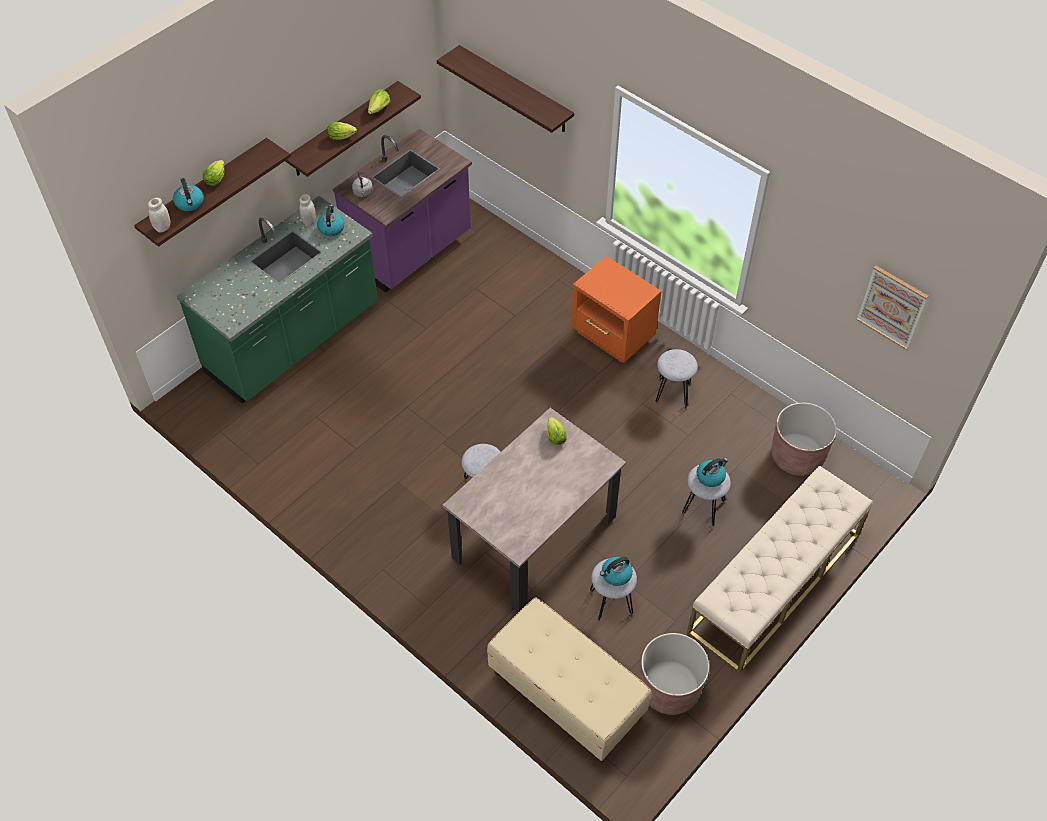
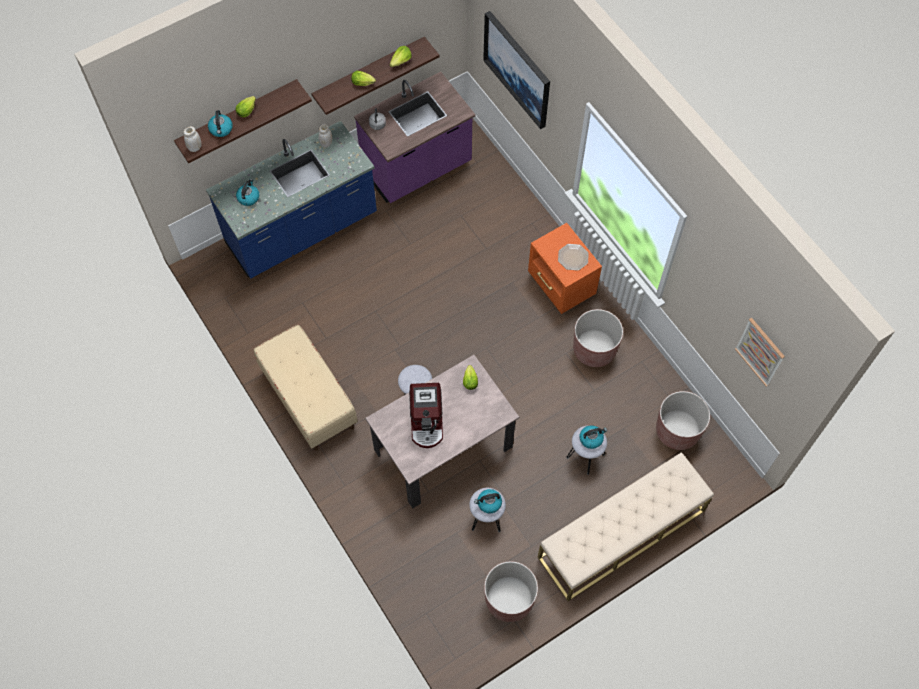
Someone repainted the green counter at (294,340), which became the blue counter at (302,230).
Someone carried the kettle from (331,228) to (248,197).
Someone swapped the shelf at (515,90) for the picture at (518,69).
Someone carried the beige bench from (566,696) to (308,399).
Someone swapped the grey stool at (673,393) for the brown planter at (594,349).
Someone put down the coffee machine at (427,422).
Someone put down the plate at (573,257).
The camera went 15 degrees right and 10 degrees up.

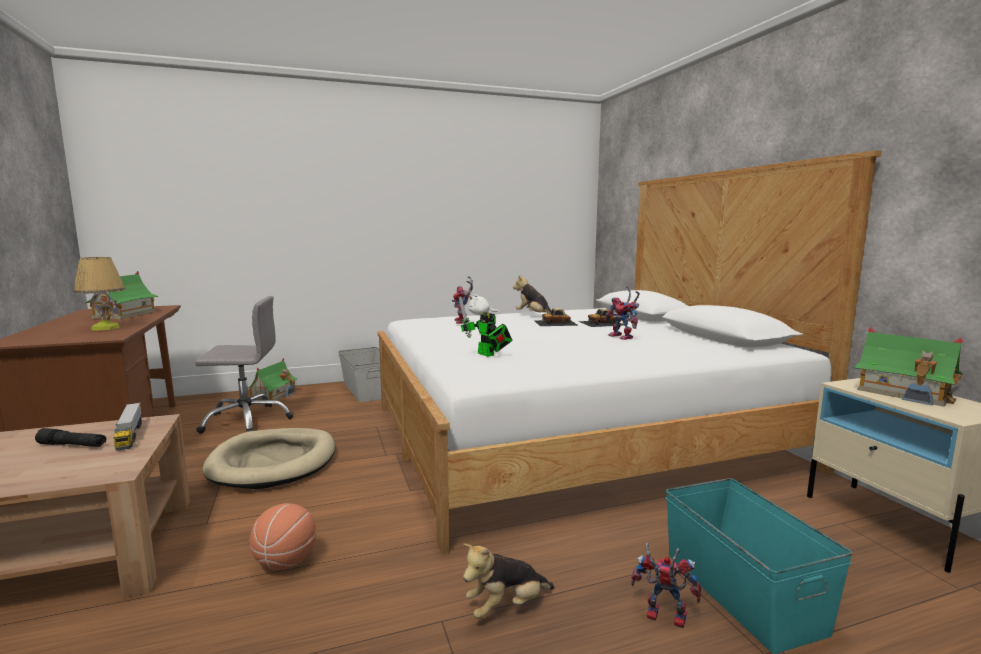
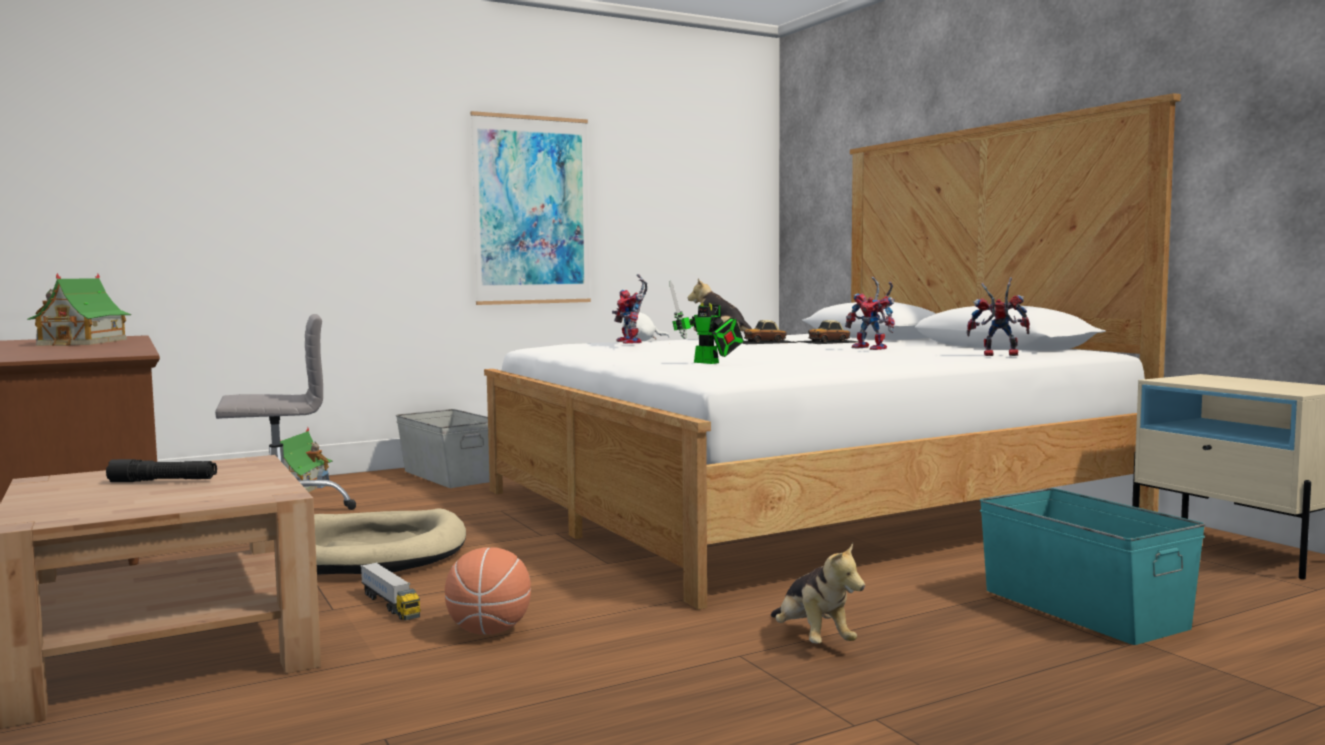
Someone took away the table lamp at (105,328).
Someone carried the toy truck from (130,435) to (390,605).
Someone rotated the plush toy at (506,607) by 75 degrees counterclockwise.
Someone carried the toy robot from (662,617) to (997,355).
Someone took away the toy house at (904,393).
Someone put up the picture at (531,210).
The camera went 10 degrees left and 5 degrees down.

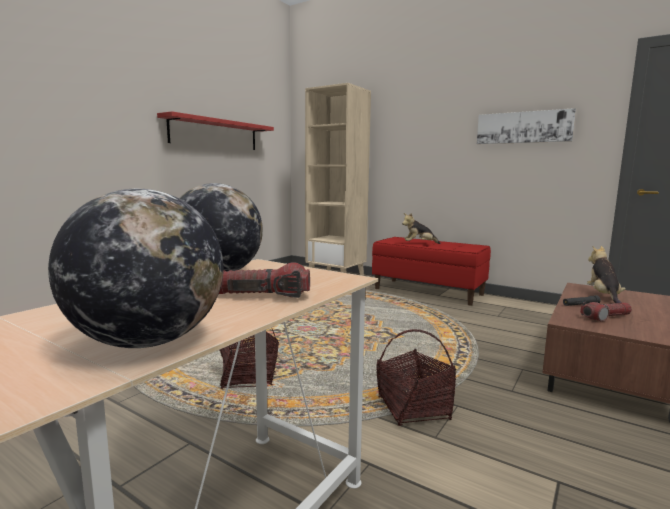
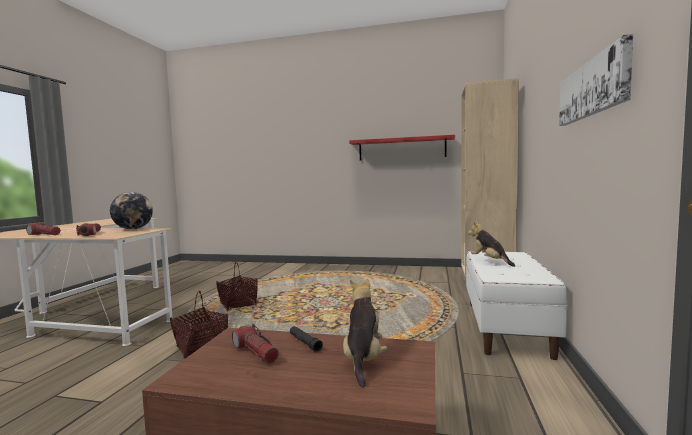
Someone swapped the globe at (147,342) for the flashlight at (44,235).
Someone repainted the red bench at (428,291), which became the white bench at (506,327).
Someone rotated the plush toy at (603,296) by 75 degrees counterclockwise.
The camera went 70 degrees right and 5 degrees down.

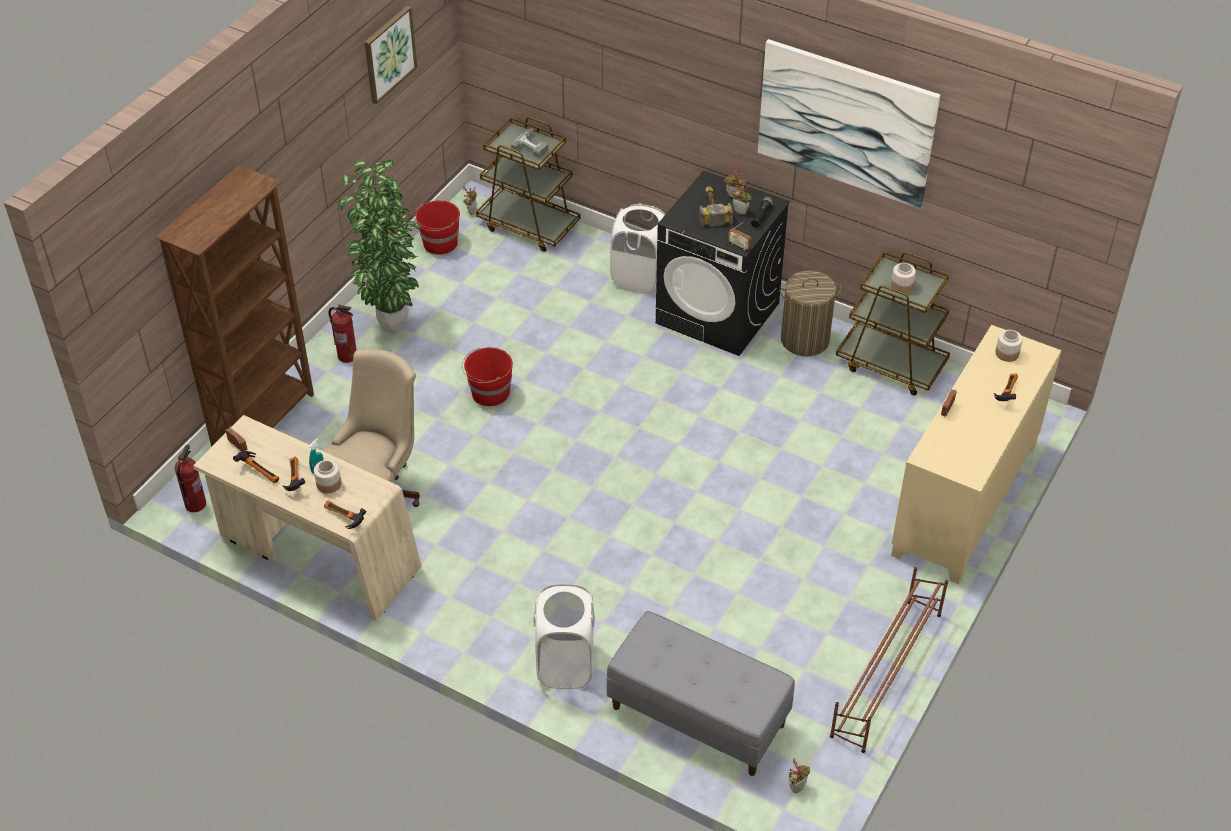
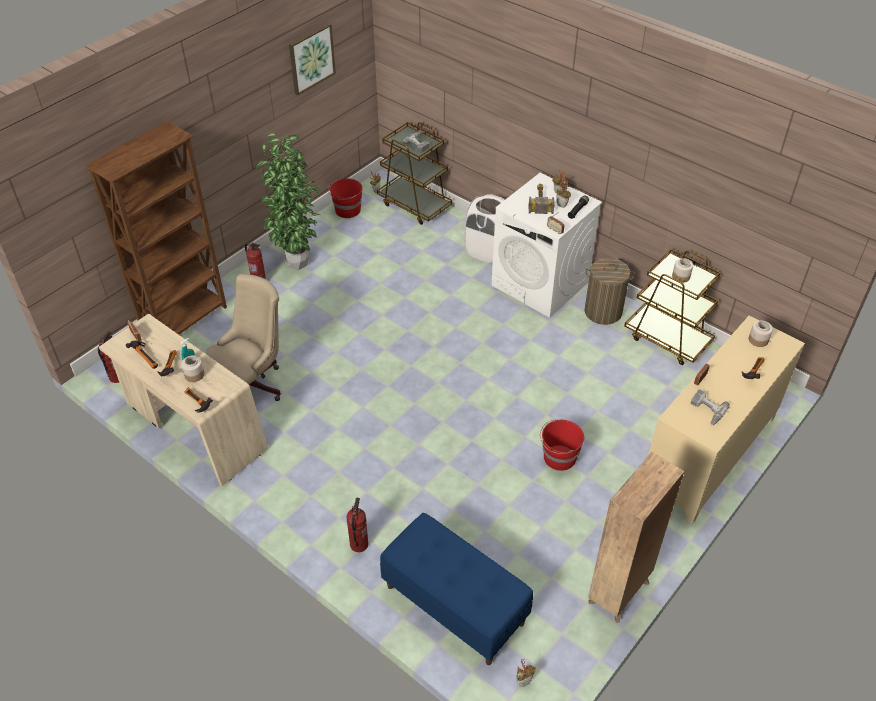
Someone carried the red bucket from (489,393) to (559,458).
Someone swapped the white laundry basket at (565,664) for the fire extinguisher at (358,544).
Someone repainted the grey bench at (697,716), which became the blue bench at (453,605).
Someone repainted the black washing machine at (718,313), which became the white washing machine at (540,284).
Someone took away the picture at (846,123).
Someone swapped the brown shoe rack at (885,674) for the brown bookcase at (617,593).
Someone put down the power drill at (706,411).
The camera went 10 degrees right and 0 degrees up.

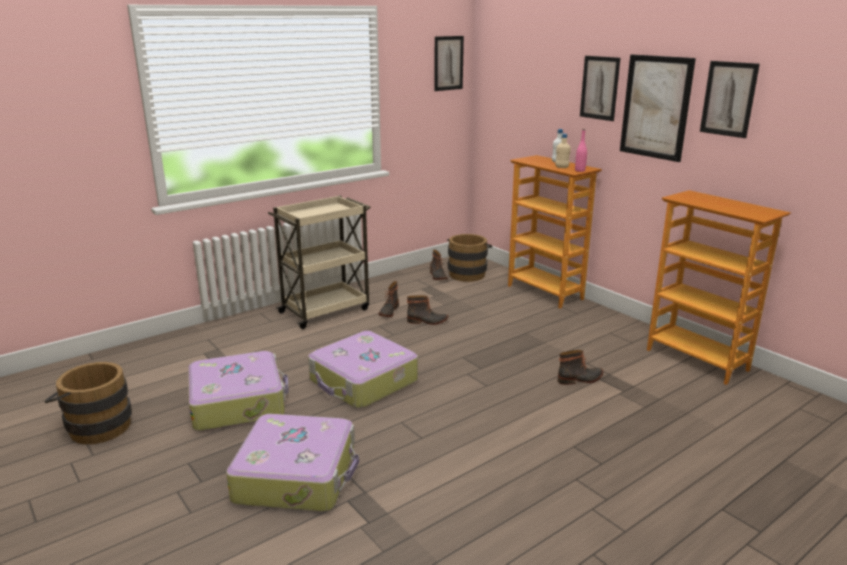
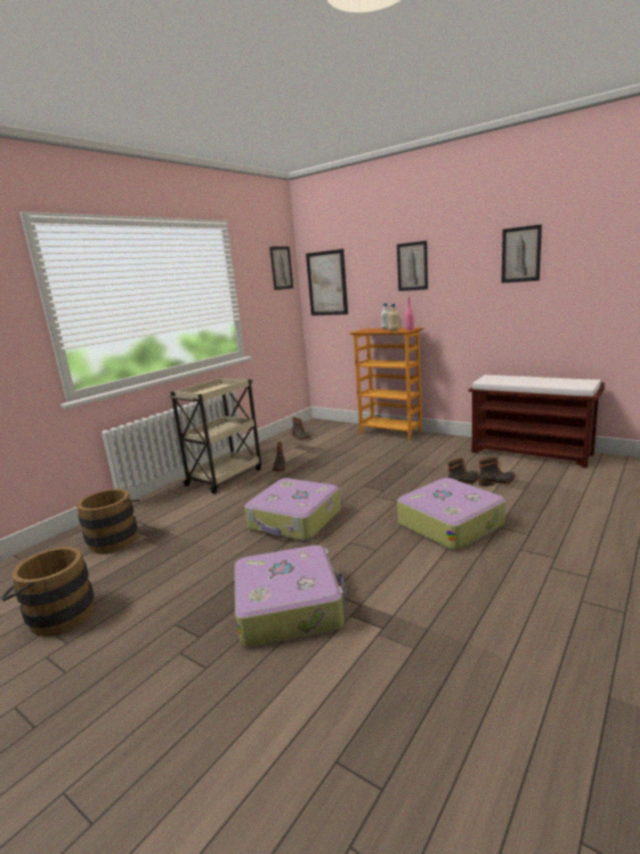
Someone carried the suitcase from (238,402) to (450,524).
Someone carried the boot from (427,321) to (497,481).
Someone carried the brown bucket from (468,273) to (115,539).
Someone carried the picture from (655,107) to (327,283).
Someone swapped the bookcase at (697,360) for the brown bench at (532,453).
The camera went 15 degrees left and 5 degrees down.

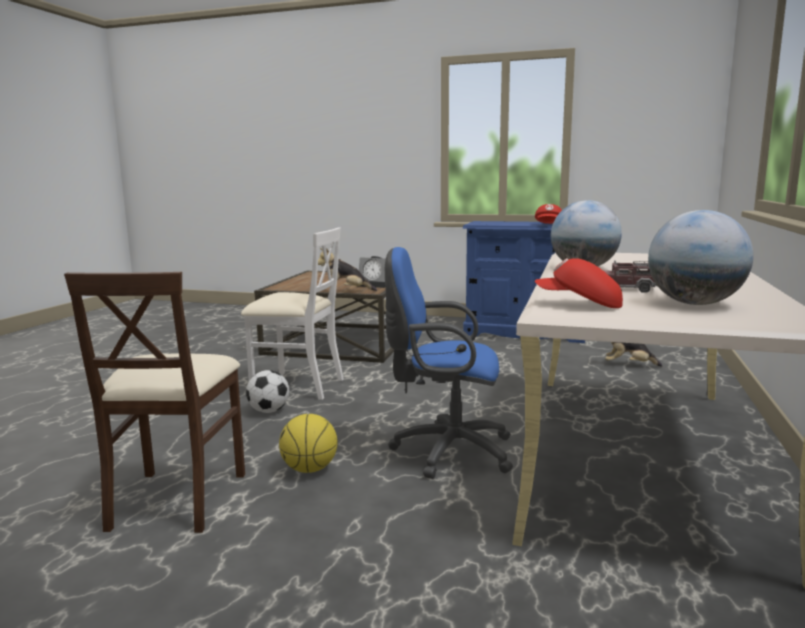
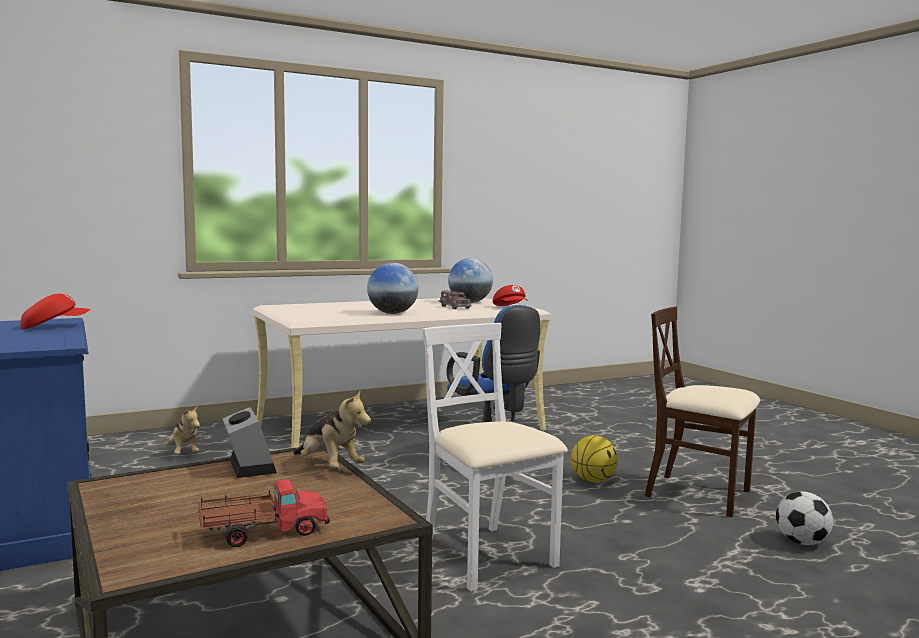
Someone rotated the beige chair at (177,499) by 105 degrees counterclockwise.
Someone carried the football from (269,411) to (802,542).
Someone put down the toy truck at (262,532).
The camera went 135 degrees left and 5 degrees down.

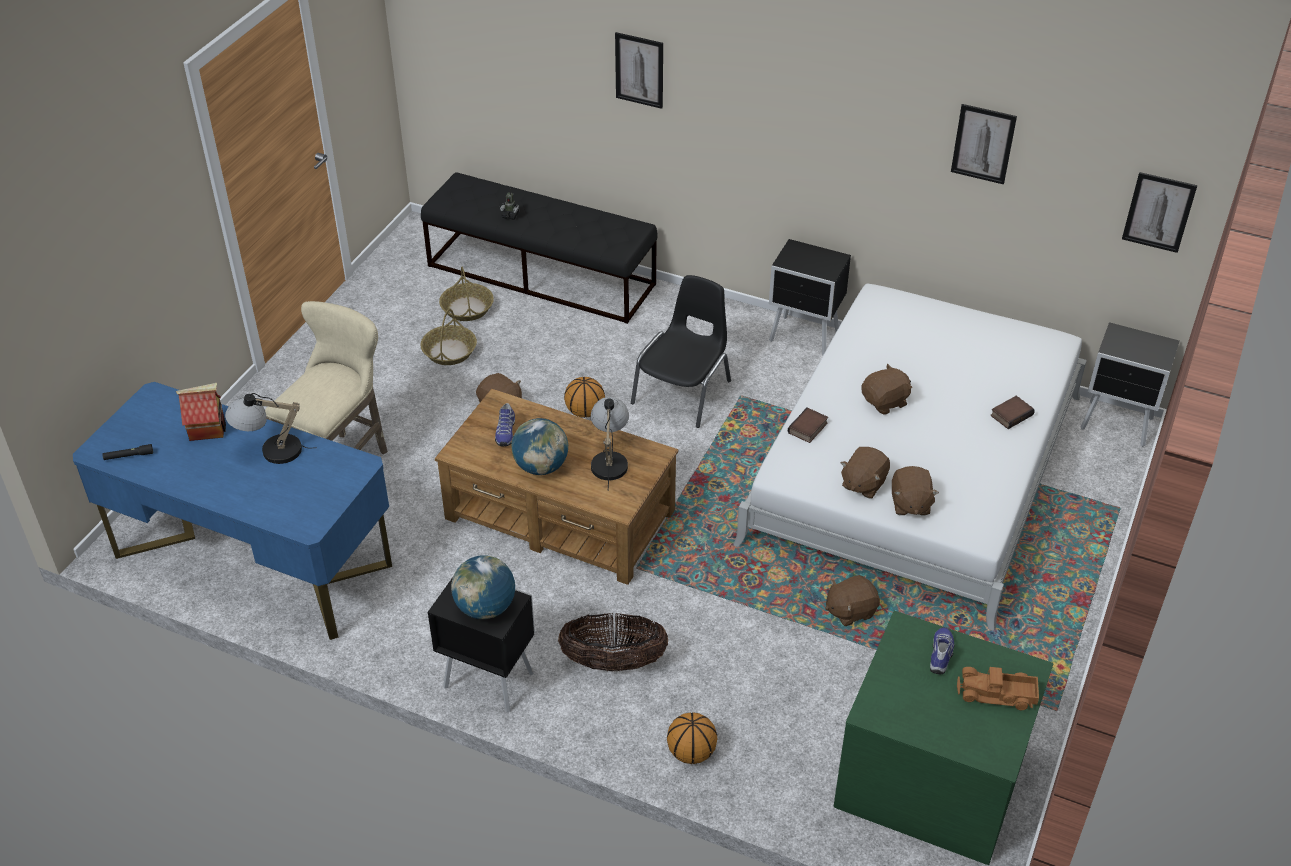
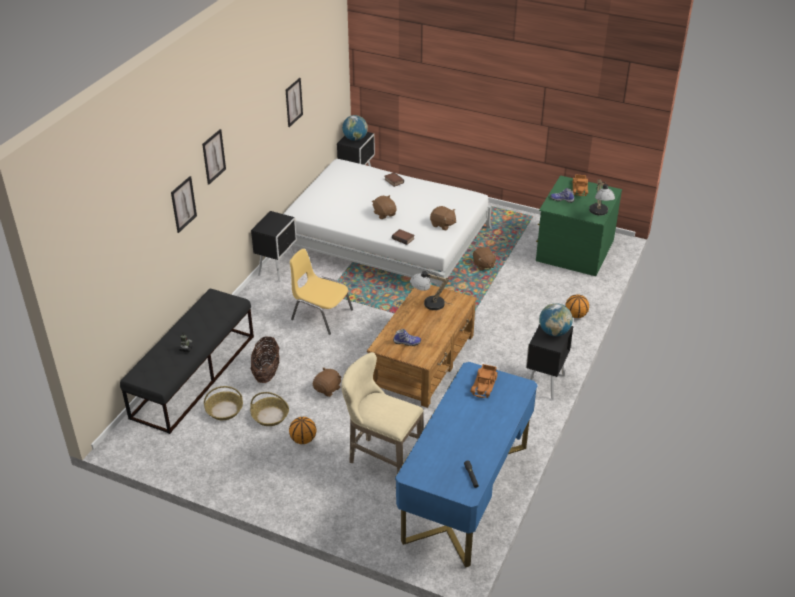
Someone took away the toy house at (208,429).
Someone carried the table lamp from (271,451) to (600,213).
Someone carried the globe from (541,467) to (355,139).
Someone carried the basket from (613,662) to (266,372).
Someone carried the basketball from (584,412) to (303,440).
Someone repainted the black chair at (683,392), which became the yellow chair at (321,314).
Someone took away the brown plush toy at (910,504).
Someone carried the picture from (1158,212) to (213,156).
Someone put down the toy truck at (485,385).
The camera went 90 degrees left and 5 degrees down.

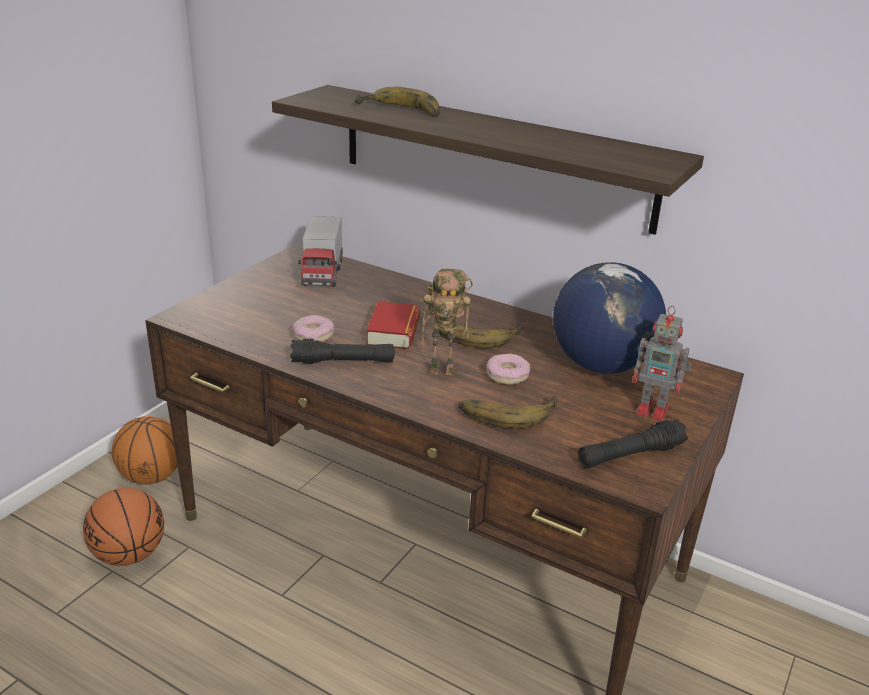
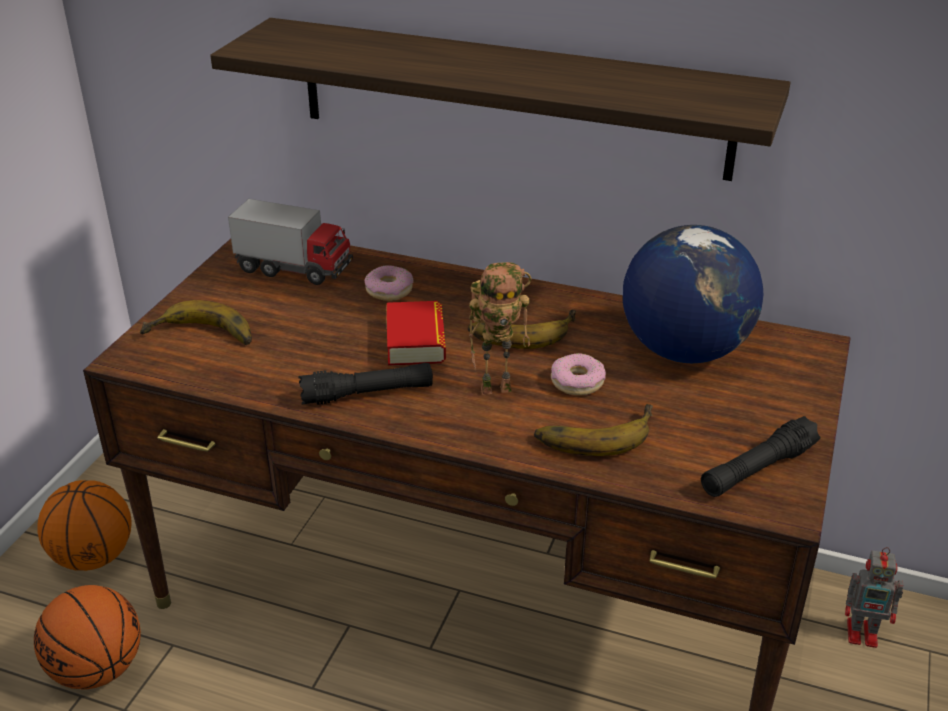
Someone carried the donut from (313,335) to (389,290).
Someone rotated the toy truck at (322,274) by 60 degrees counterclockwise.
Someone carried the banana from (399,111) to (200,338).
Someone carried the toy robot from (654,410) to (864,633).
The camera went 10 degrees left and 5 degrees up.

